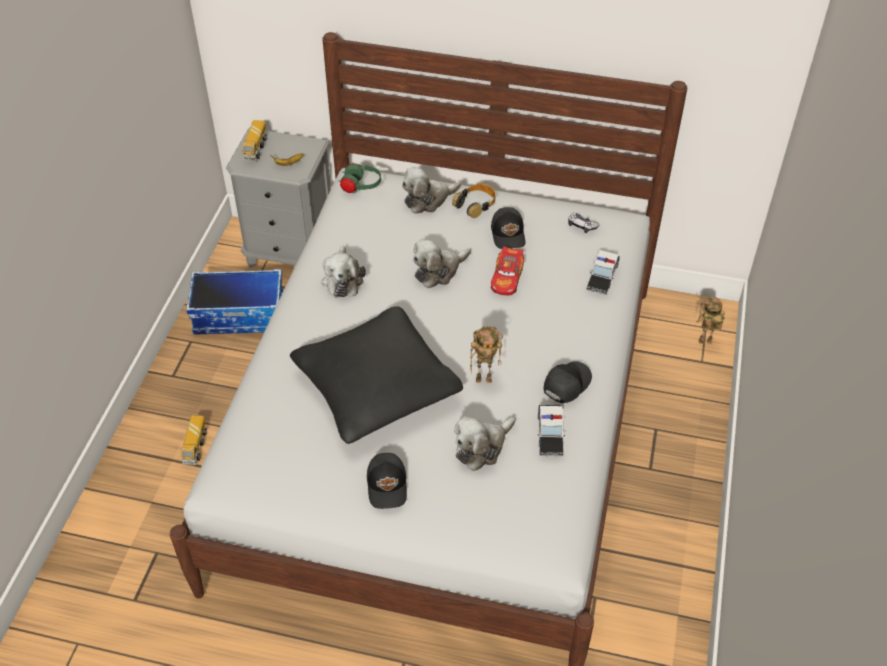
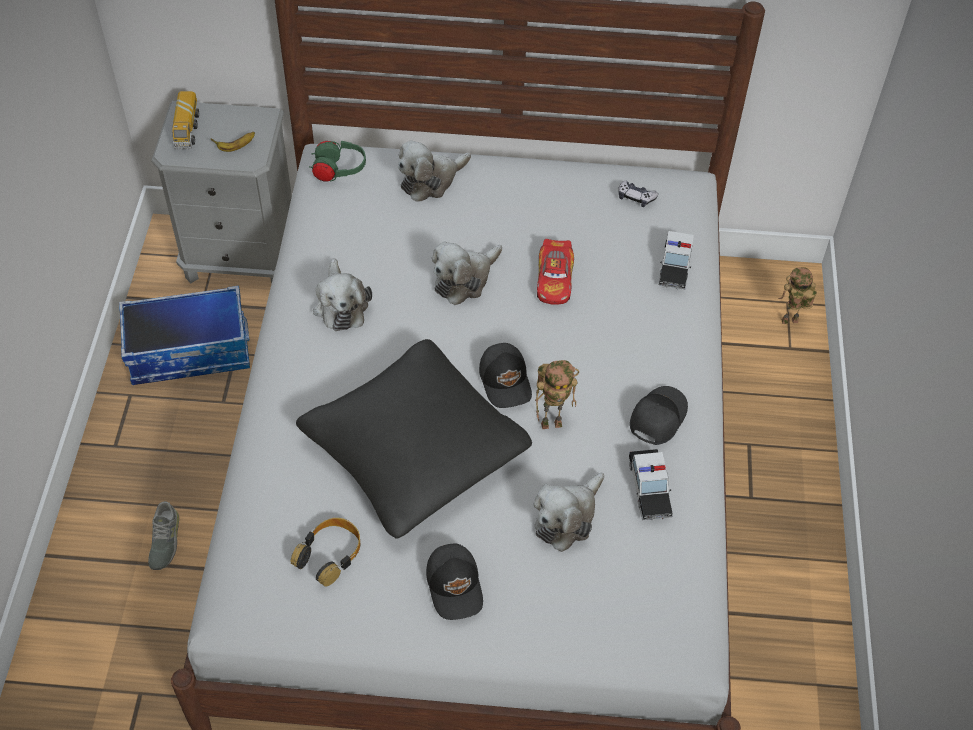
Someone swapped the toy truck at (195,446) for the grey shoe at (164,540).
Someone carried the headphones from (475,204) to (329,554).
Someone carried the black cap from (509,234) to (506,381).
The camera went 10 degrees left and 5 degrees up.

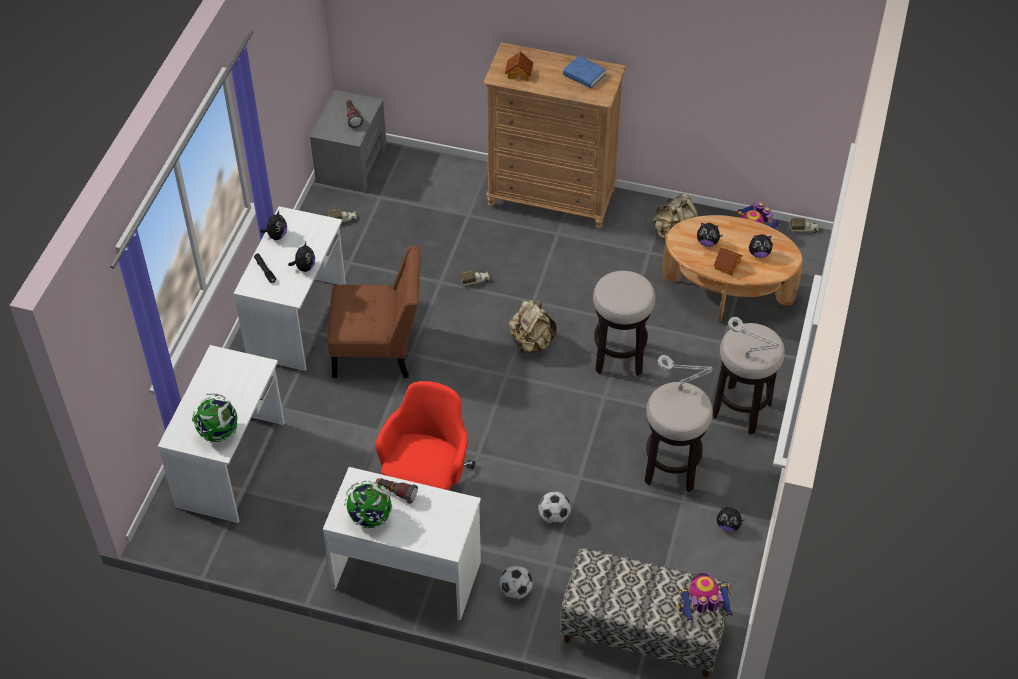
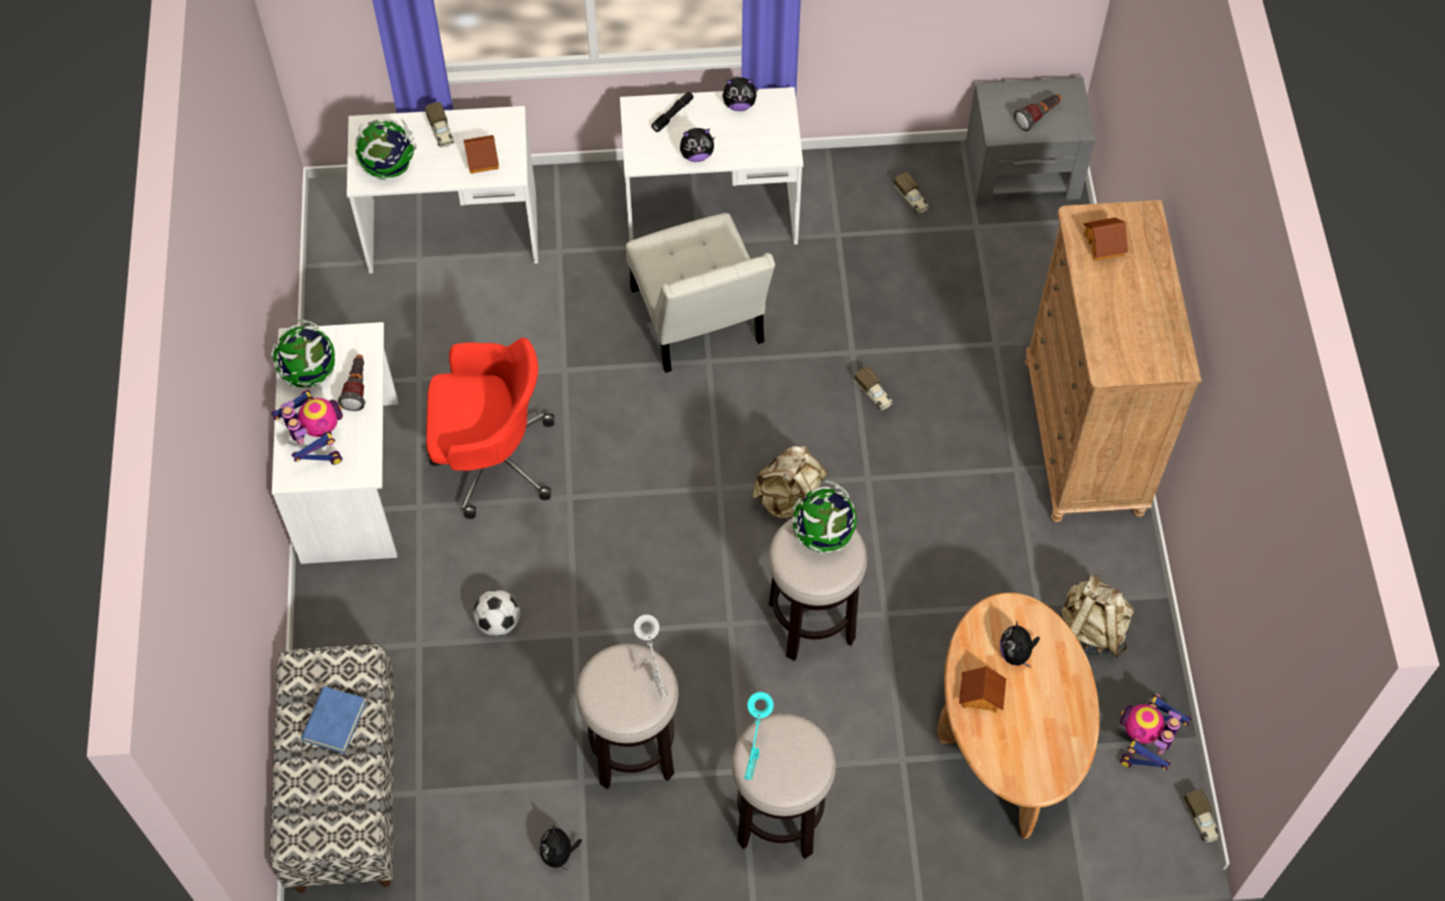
Someone repainted the brown chair at (379,350), which became the white chair at (699,323).
Someone took away the football at (516,591).
Someone carried the blue book from (584,75) to (334,722).
Someone carried the toy robot from (702,613) to (317,443).
Someone repainted the grey table lamp at (749,357), which became the turquoise table lamp at (754,758).
Someone took away the plush toy at (759,253).
Someone put down the toy truck at (441,132).
Someone put down the toy house at (482,159).
Someone put down the globe at (823,535).
The camera went 70 degrees right and 10 degrees up.

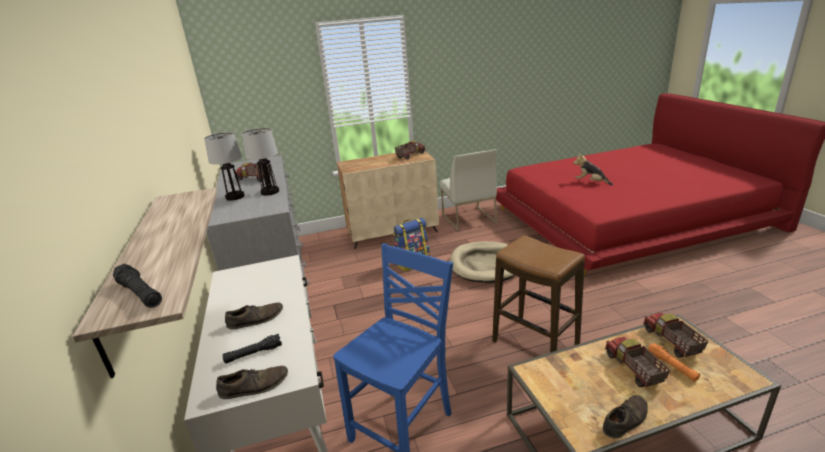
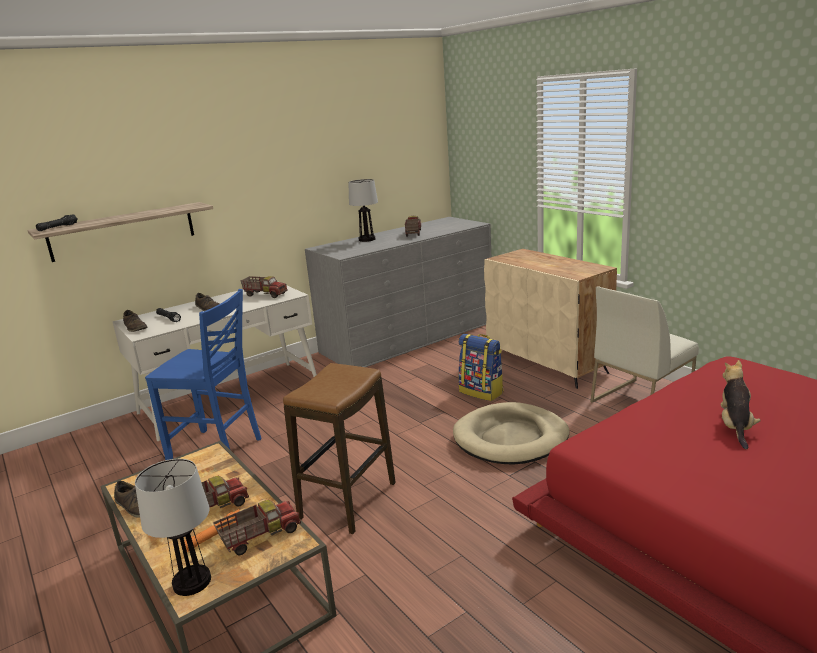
Someone carried the table lamp from (269,192) to (191,582).
Someone carried the toy truck from (410,156) to (265,294).
The camera went 70 degrees right and 5 degrees down.

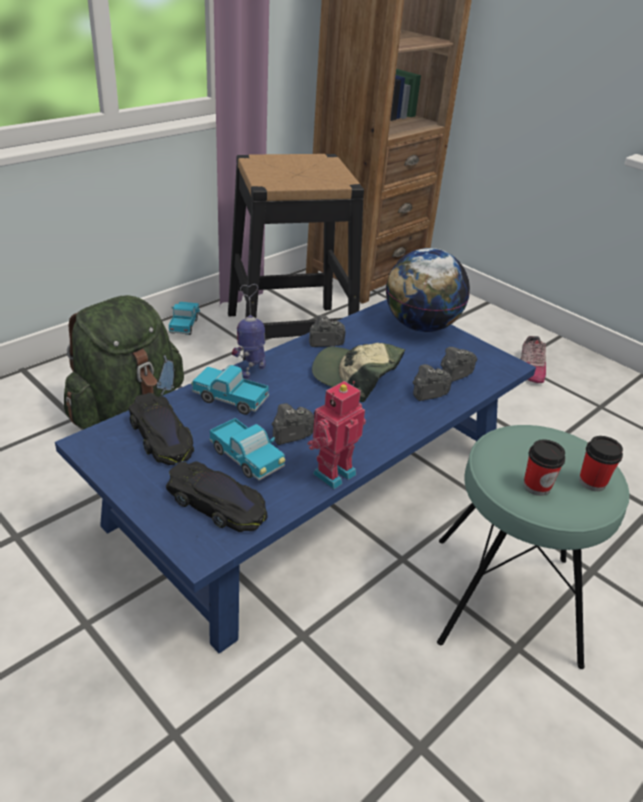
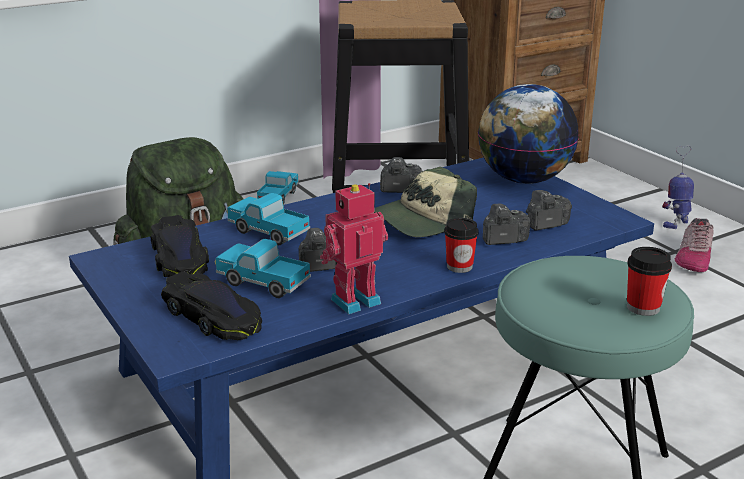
Someone rotated the toy truck at (247,460) by 150 degrees clockwise.
Someone carried the toy robot from (252,369) to (676,223).
Someone rotated the cap at (356,377) by 75 degrees counterclockwise.
Someone carried the cup from (536,486) to (459,266).
The camera went 15 degrees right and 10 degrees down.

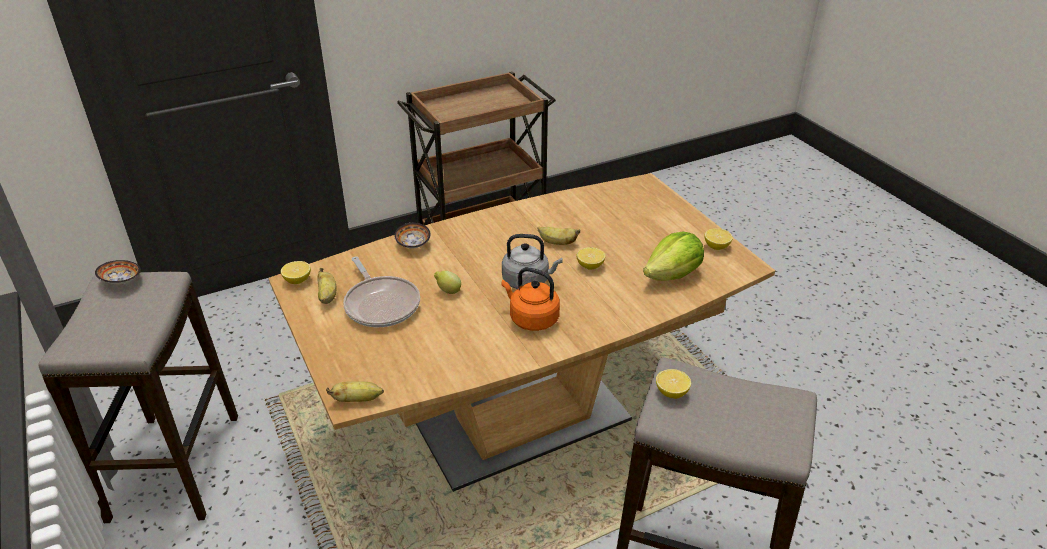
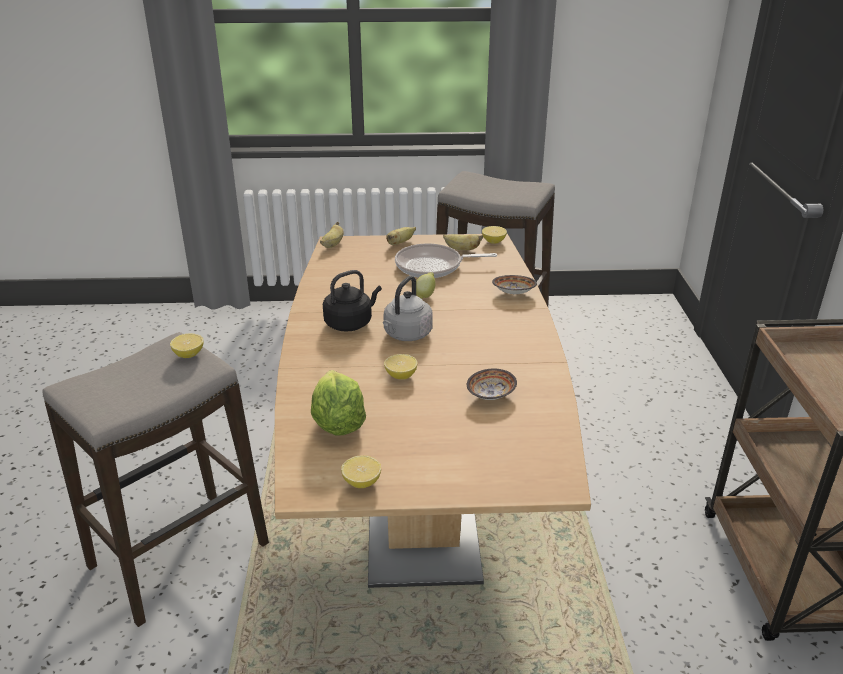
Someone carried the bowl from (121,281) to (491,395).
Someone repainted the orange kettle at (531,319), which became the black kettle at (350,323).
Someone carried the banana from (557,243) to (400,243).
The camera went 115 degrees right and 5 degrees down.

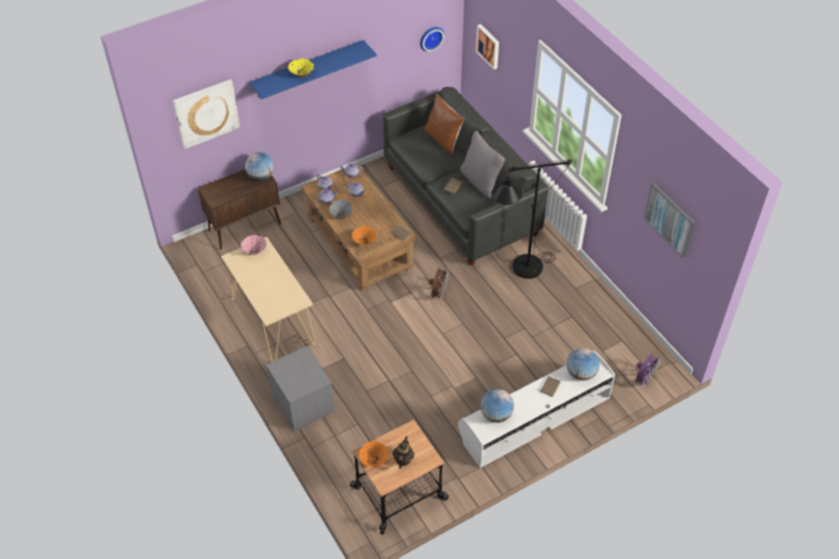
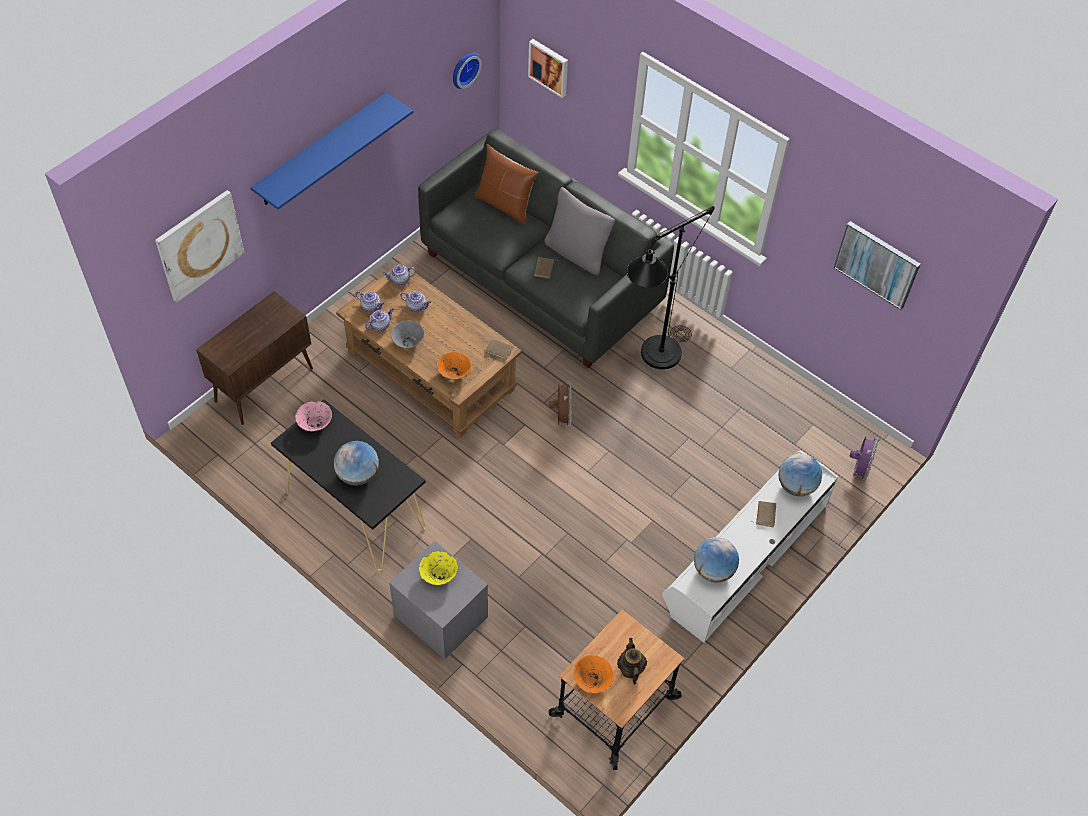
Someone repainted the beige console table at (272,320), which became the black console table at (355,510).
Someone carried the globe from (261,177) to (358,475).
Someone carried the yellow bowl from (302,74) to (439,574).
The camera went 20 degrees left and 5 degrees up.

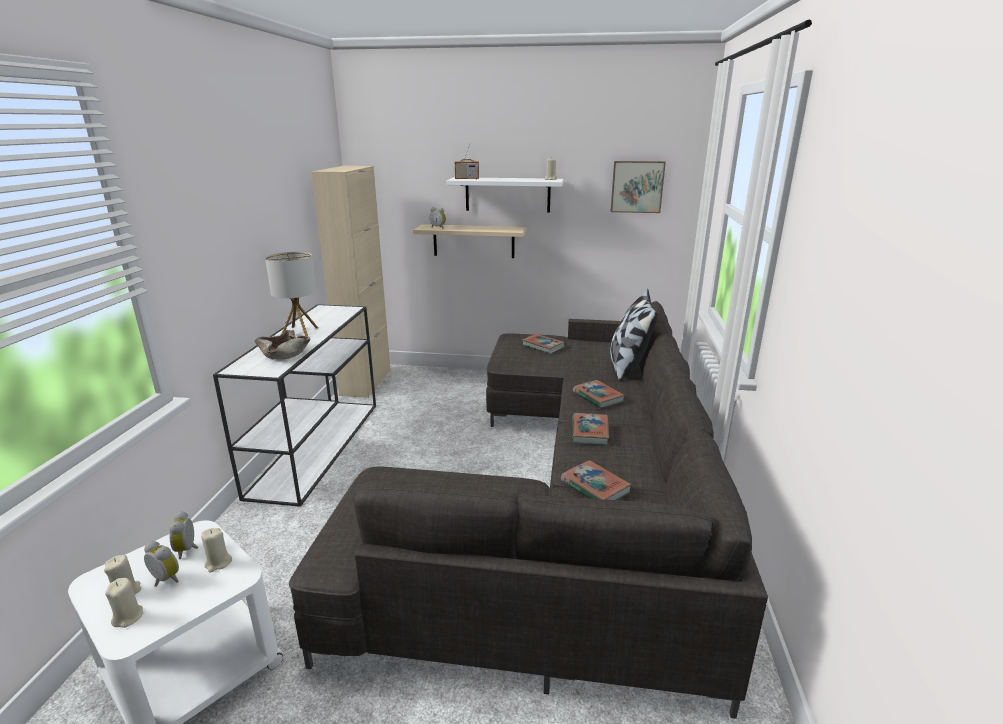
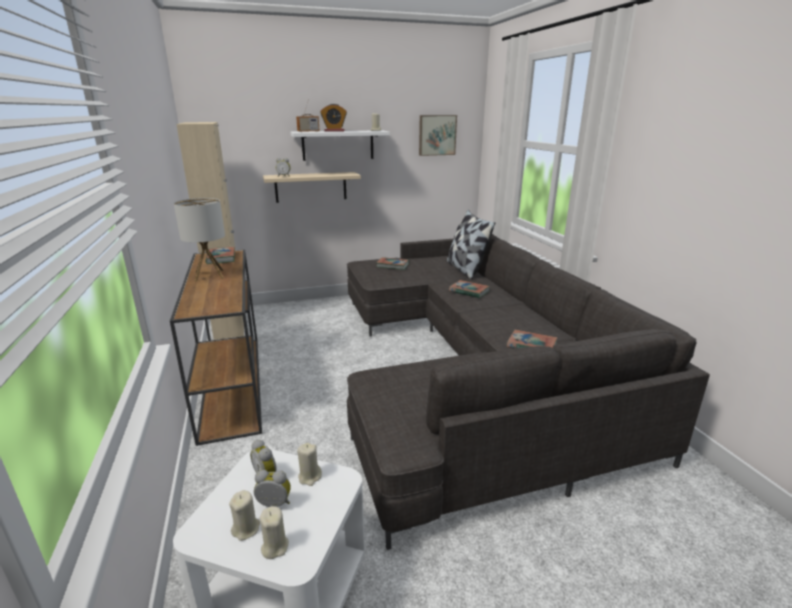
Someone repainted the white console table at (318,445), which became the brown console table at (231,383).
Someone took away the beige bowl at (283,354).
Someone carried the book from (589,432) to (221,258).
Someone put down the alarm clock at (334,131).
The camera went 25 degrees left and 0 degrees up.

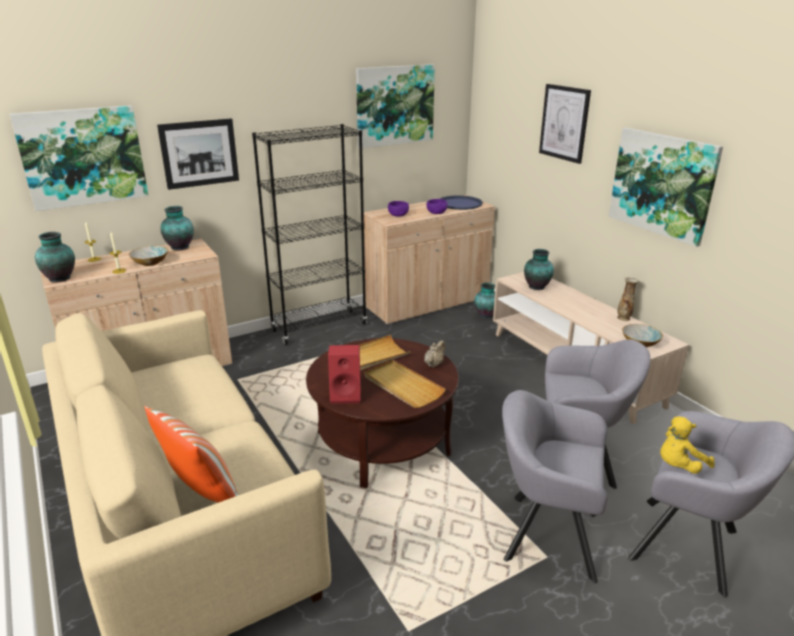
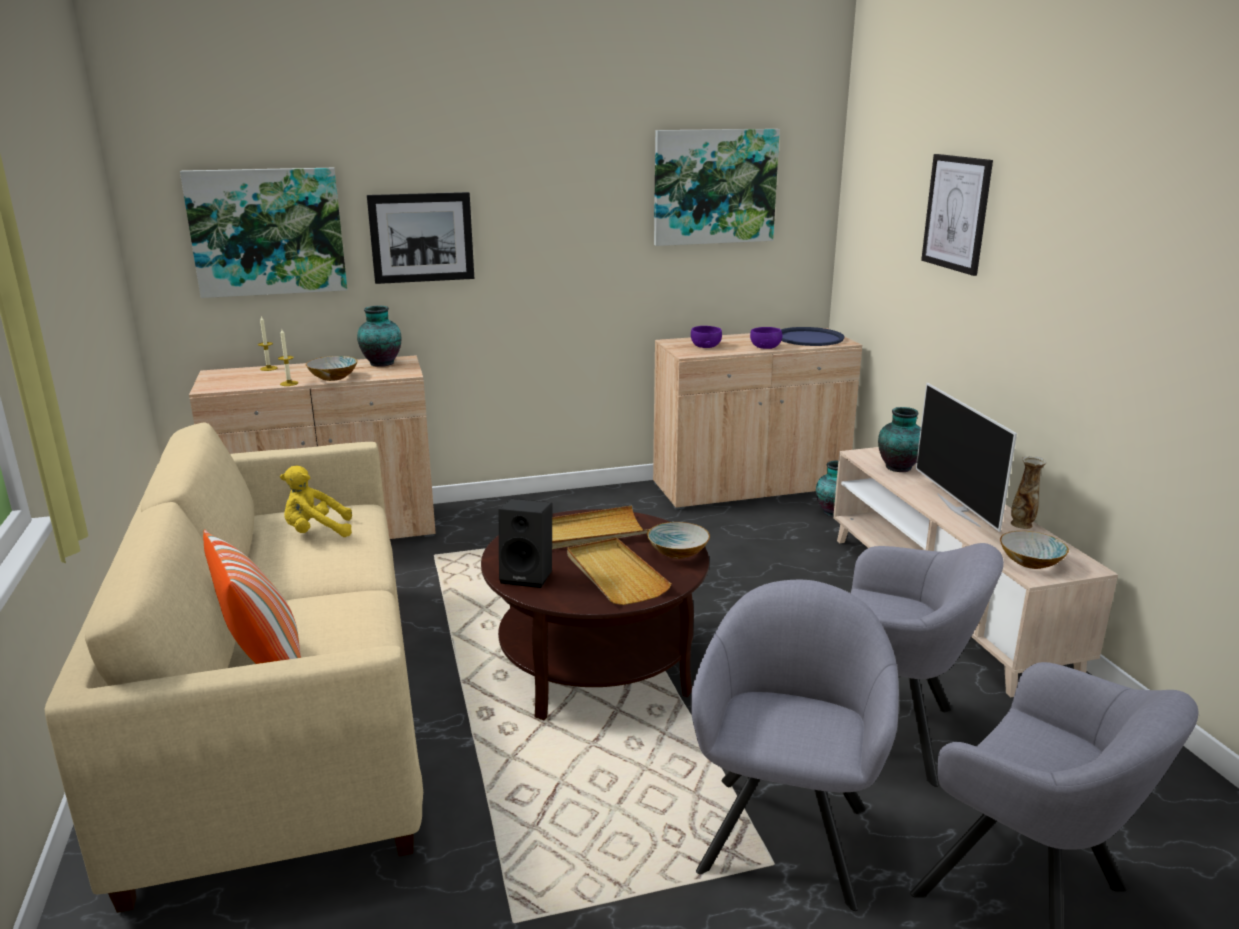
Someone took away the vase at (61,278).
Someone took away the black bookcase at (319,327).
Someone repainted the red speaker at (346,395), which became the black speaker at (529,575).
Someone swapped the beige teapot at (434,364) for the bowl at (678,552).
Someone rotated the grey armchair at (545,534) by 75 degrees clockwise.
Someone took away the picture at (662,184).
Someone carried the yellow plush toy from (679,466) to (316,532).
Someone put down the television at (959,510).
The camera went 15 degrees right and 5 degrees down.

